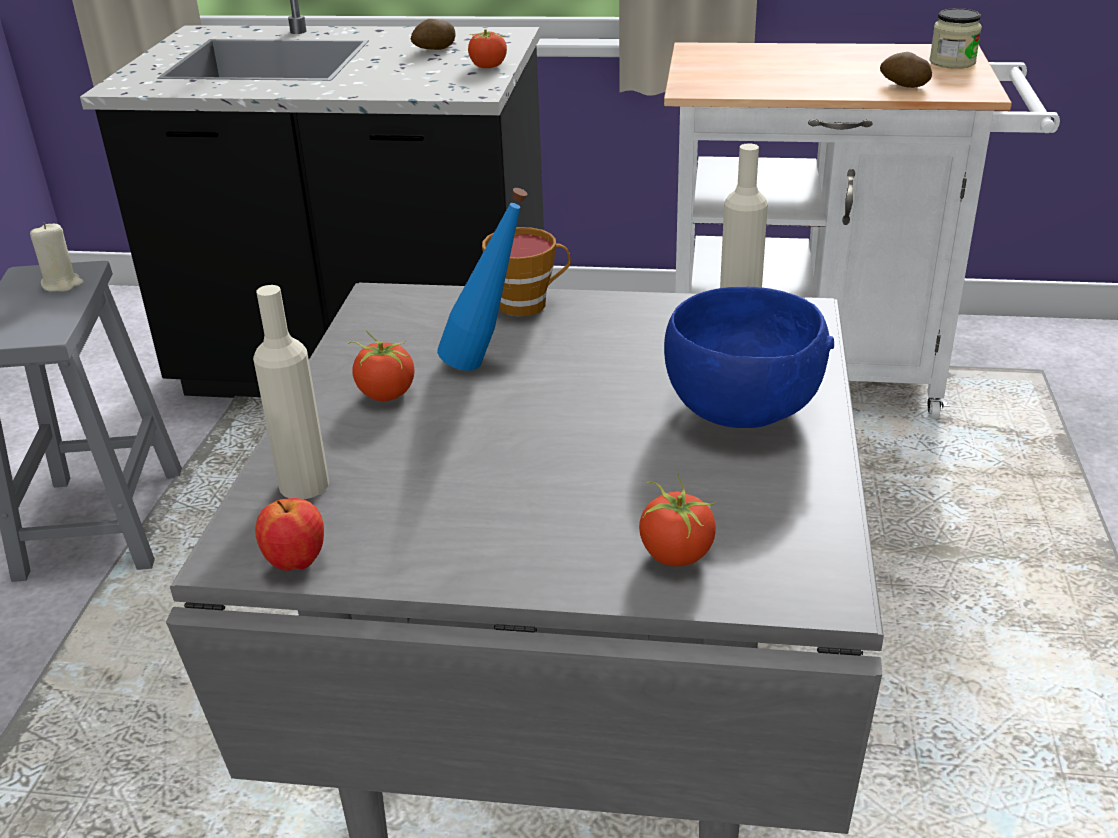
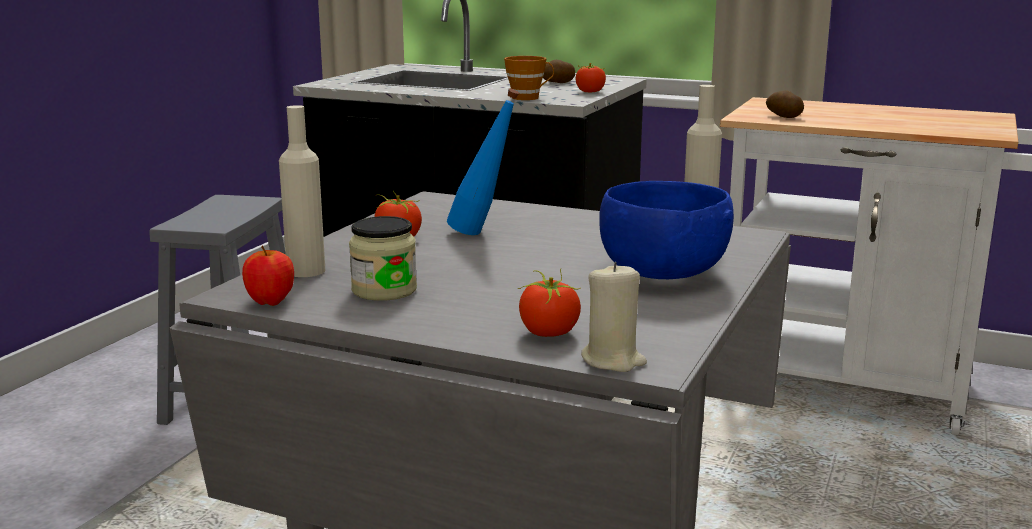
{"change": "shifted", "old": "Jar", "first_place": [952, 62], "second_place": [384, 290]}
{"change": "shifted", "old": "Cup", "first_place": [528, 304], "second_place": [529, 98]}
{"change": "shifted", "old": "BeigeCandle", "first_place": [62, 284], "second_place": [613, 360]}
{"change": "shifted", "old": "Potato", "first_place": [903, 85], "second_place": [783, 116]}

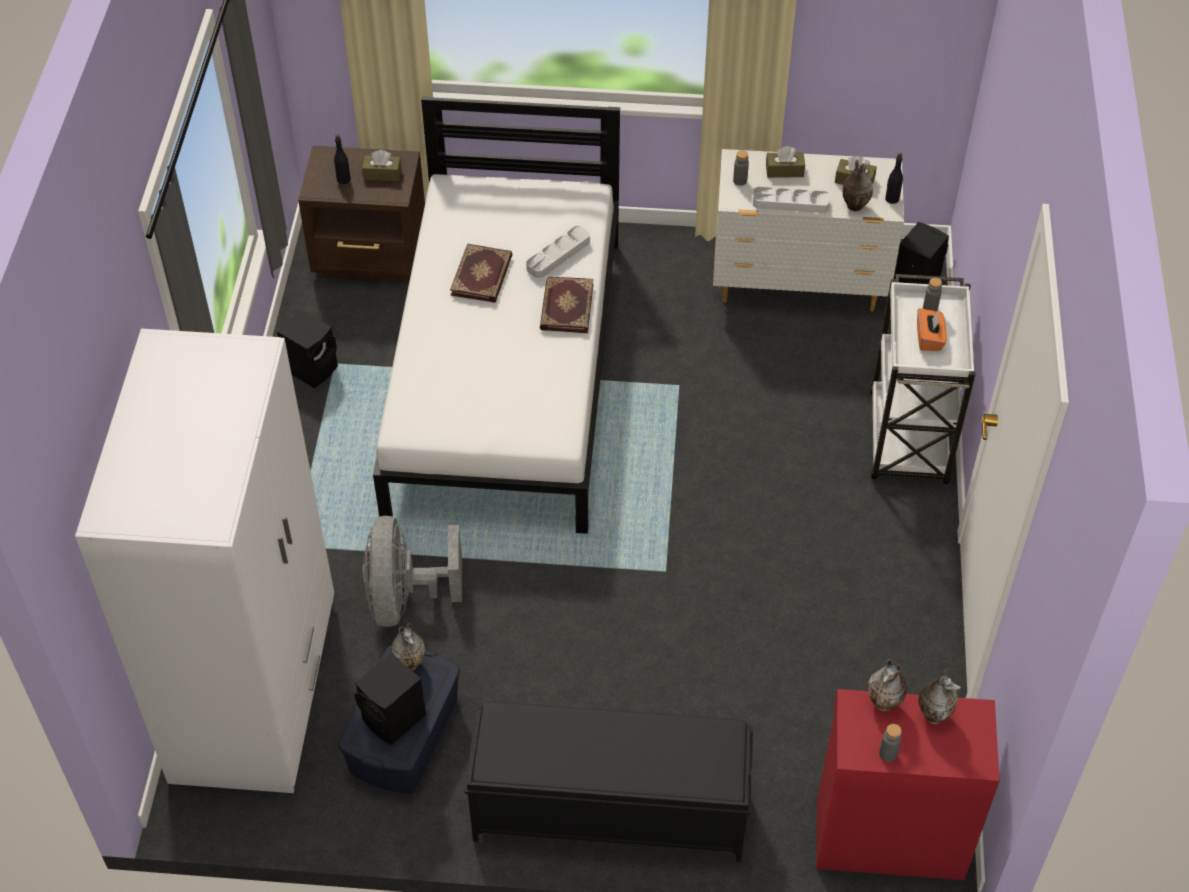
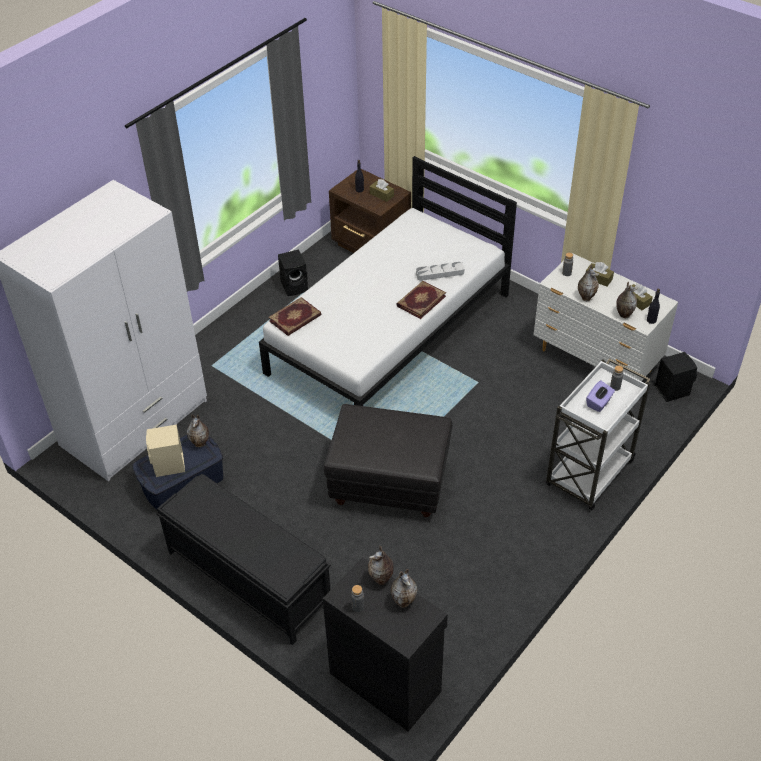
{"change": "repainted", "old": "BlackSpeaker", "new": "BeigeSpeaker", "first_place": [395, 719], "second_place": [169, 466]}
{"change": "shifted", "old": "Book", "first_place": [482, 276], "second_place": [295, 318]}
{"change": "repainted", "old": "RedCabinet", "new": "BlackCabinet", "first_place": [888, 835], "second_place": [385, 680]}
{"change": "new", "new": "BlackOttoman", "second_place": [389, 485]}
{"change": "swapped", "old": "GreyTray", "new": "Vase", "first_place": [790, 203], "second_place": [586, 297]}
{"change": "repainted", "old": "OrangeTissueBox", "new": "PurpleTissueBox", "first_place": [929, 338], "second_place": [599, 403]}
{"change": "gone", "old": "GreyFan", "first_place": [406, 598]}

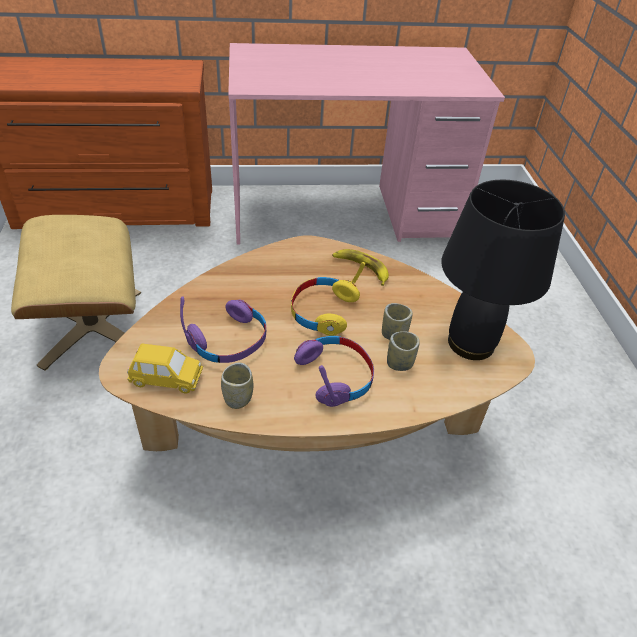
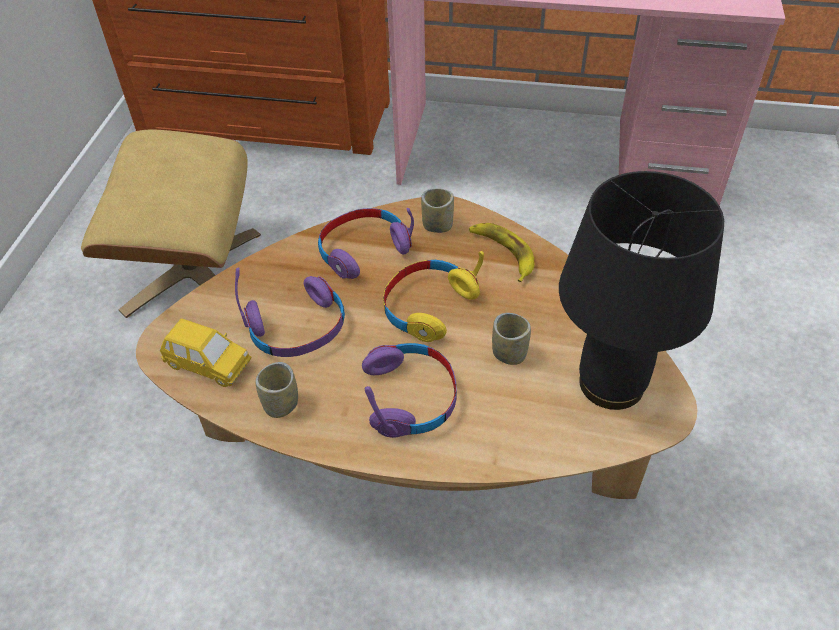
{"change": "new", "new": "PurpleHeadphones", "second_place": [363, 250]}
{"change": "shifted", "old": "Cup", "first_place": [399, 363], "second_place": [437, 225]}

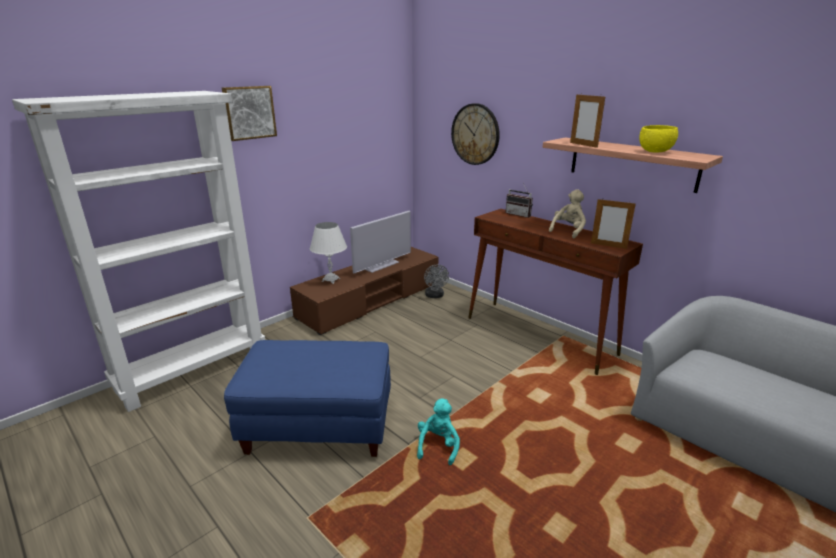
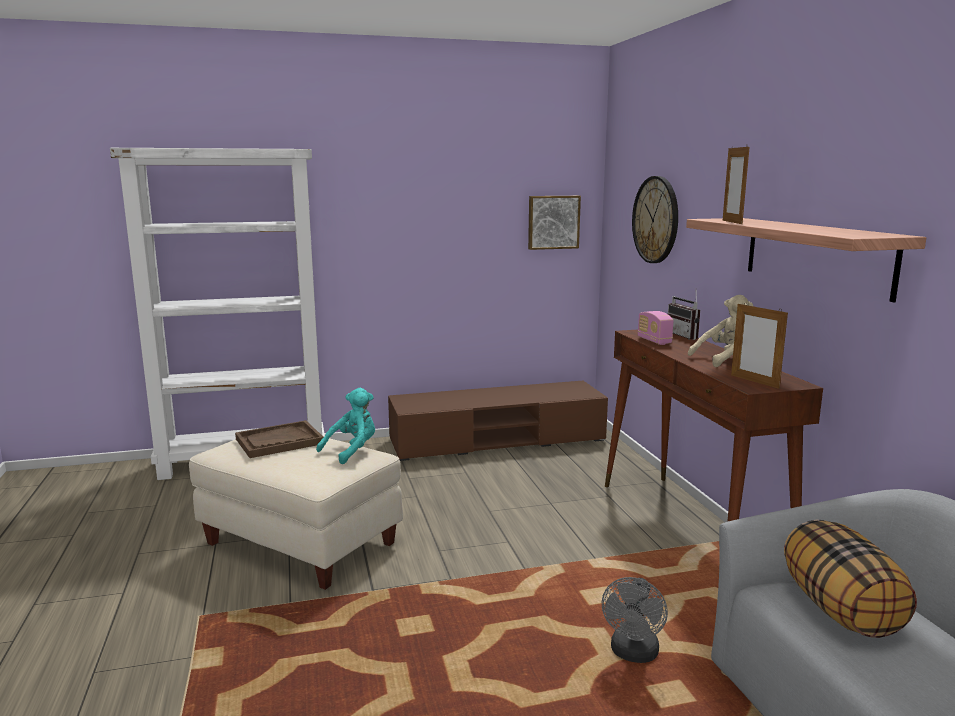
{"change": "repainted", "old": "BlueOttoman", "new": "BeigeOttoman", "first_place": [319, 425], "second_place": [301, 542]}
{"change": "new", "new": "BrownTray", "second_place": [279, 441]}
{"change": "shifted", "old": "TurquoisePlushToy", "first_place": [438, 446], "second_place": [352, 451]}
{"change": "shifted", "old": "Picture", "first_place": [249, 112], "second_place": [553, 222]}
{"change": "shifted", "old": "GreyFan", "first_place": [435, 296], "second_place": [633, 654]}
{"change": "new", "new": "Radio", "second_place": [654, 341]}
{"change": "new", "new": "Pillow", "second_place": [841, 610]}
{"change": "gone", "old": "WhiteTableLamp", "first_place": [331, 280]}
{"change": "gone", "old": "Television", "first_place": [381, 265]}
{"change": "gone", "old": "YellowBowl", "first_place": [654, 151]}

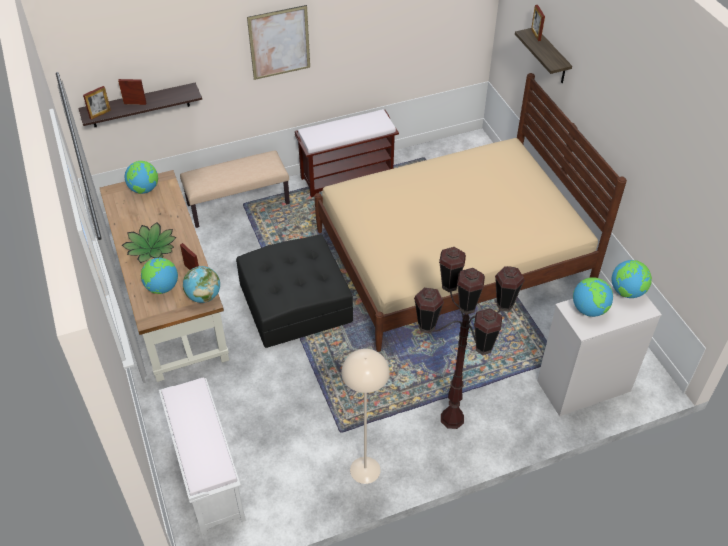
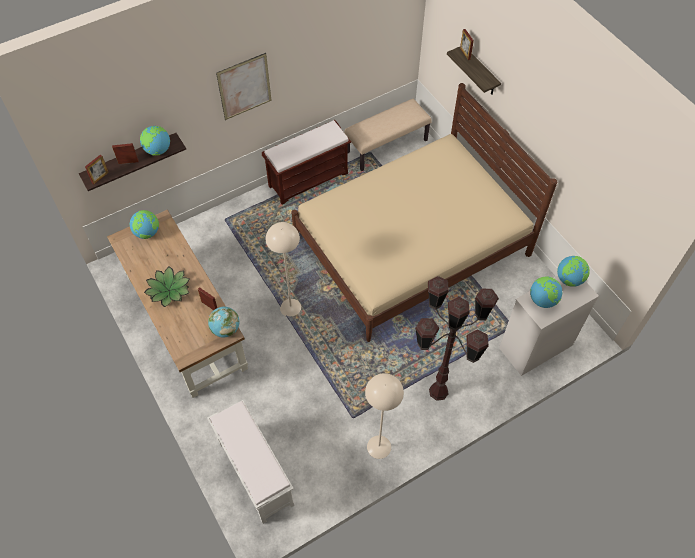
{"change": "shifted", "old": "Globe", "first_place": [162, 287], "second_place": [157, 150]}
{"change": "swapped", "old": "BlackOttoman", "new": "BeigeFloorLamp", "first_place": [295, 303], "second_place": [291, 307]}
{"change": "shifted", "old": "BeigeBench", "first_place": [238, 203], "second_place": [386, 146]}

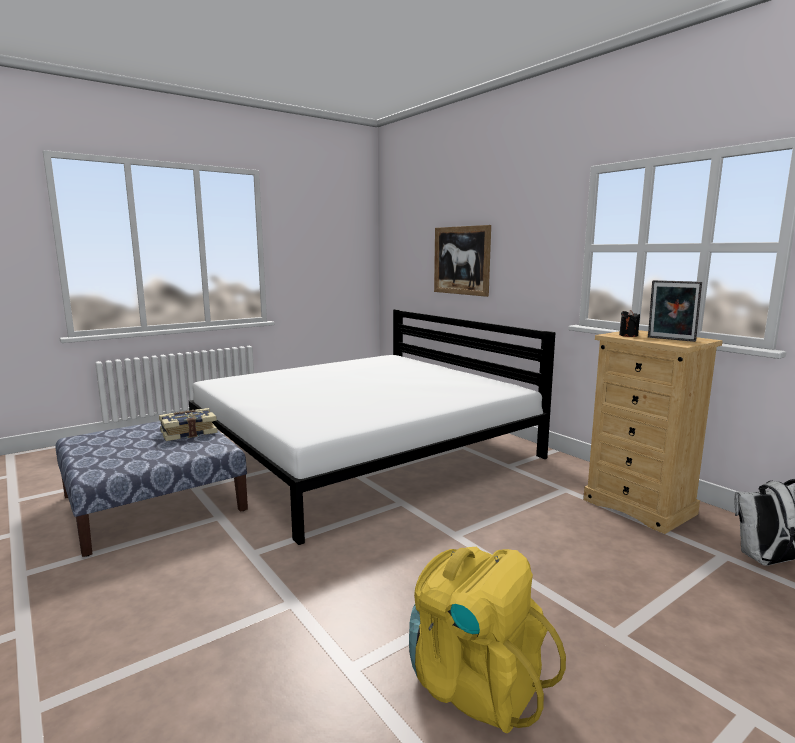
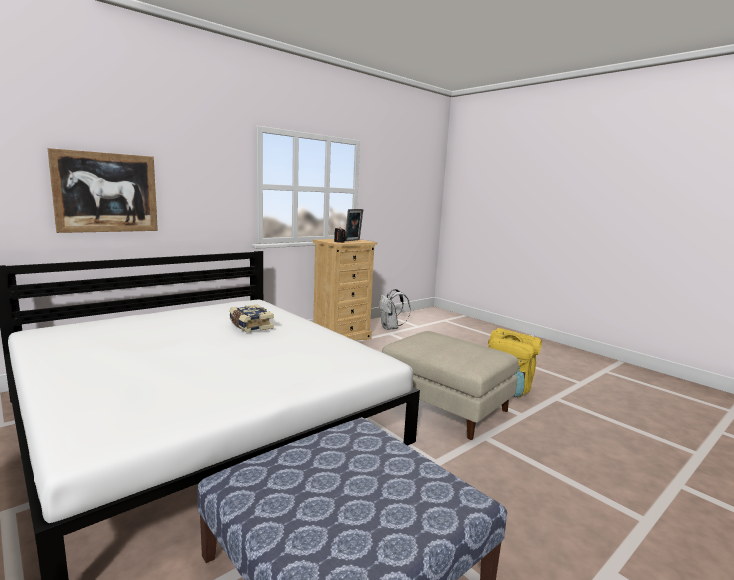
{"change": "shifted", "old": "Book", "first_place": [188, 432], "second_place": [250, 326]}
{"change": "new", "new": "BeigeOttoman", "second_place": [443, 406]}

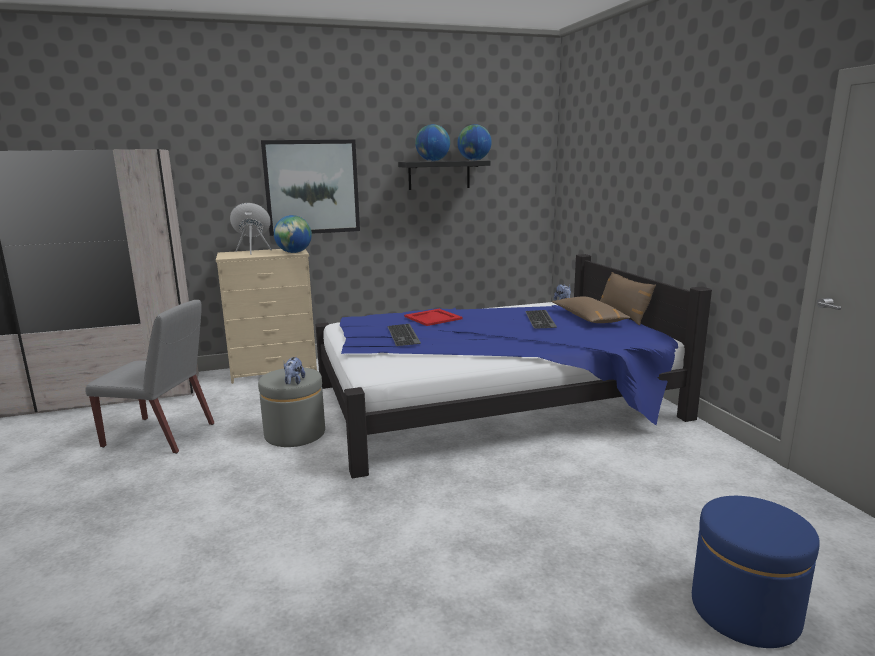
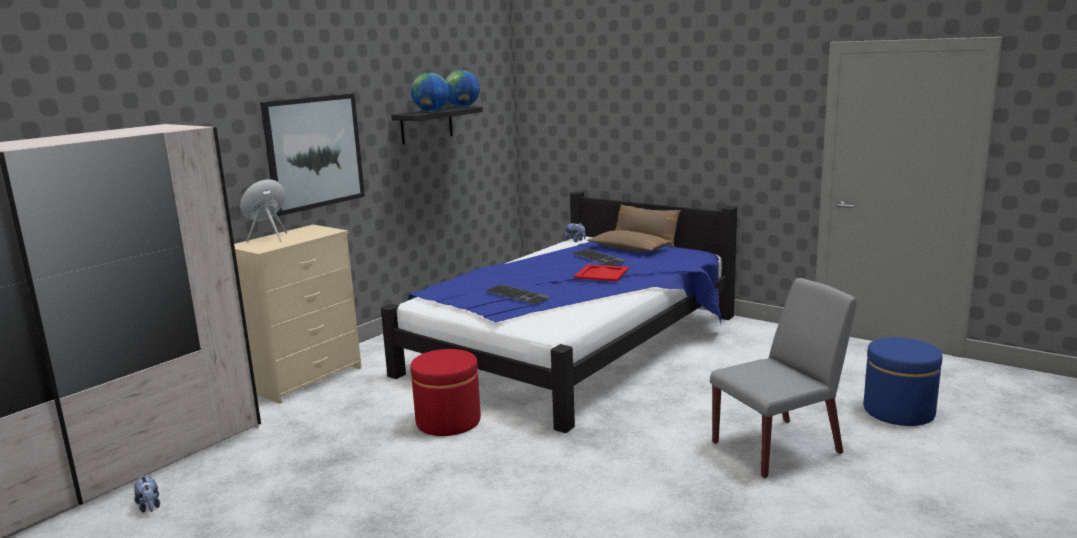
{"change": "shifted", "old": "PlushToy", "first_place": [294, 382], "second_place": [149, 507]}
{"change": "repainted", "old": "GreyOttoman", "new": "RedOttoman", "first_place": [295, 434], "second_place": [448, 421]}
{"change": "shifted", "old": "RedTray", "first_place": [433, 317], "second_place": [601, 273]}
{"change": "shifted", "old": "GreyChair", "first_place": [161, 435], "second_place": [777, 447]}
{"change": "gone", "old": "Globe", "first_place": [294, 252]}

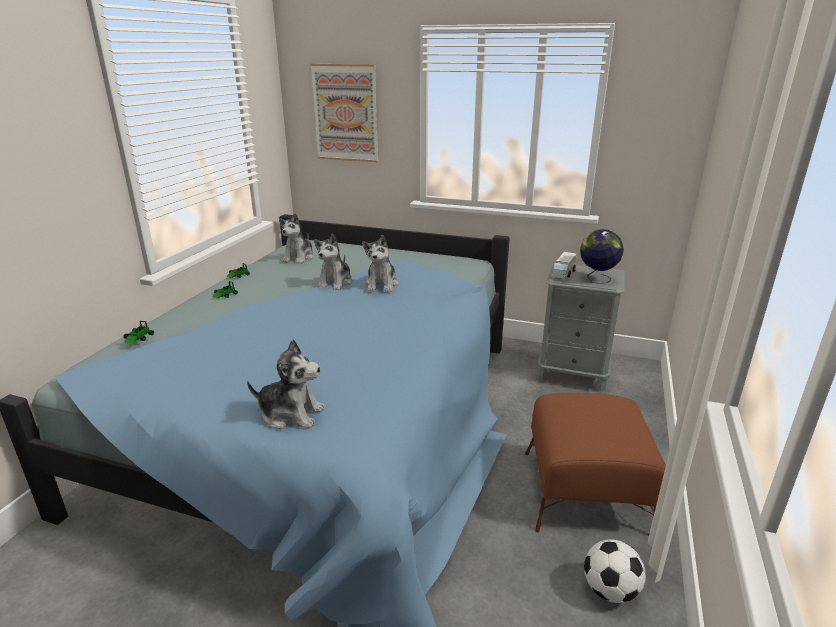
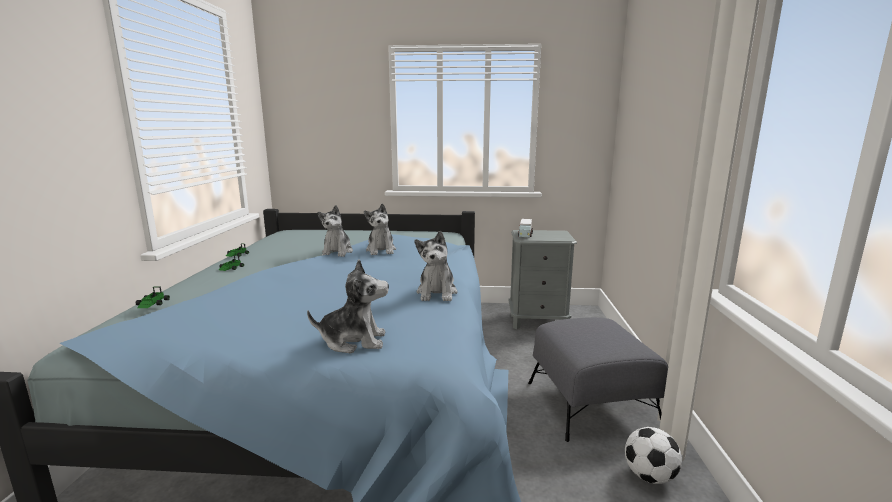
{"change": "shifted", "old": "PlushToy", "first_place": [299, 257], "second_place": [437, 293]}
{"change": "repainted", "old": "BrownOttoman", "new": "GreyOttoman", "first_place": [585, 492], "second_place": [591, 404]}
{"change": "gone", "old": "Picture", "first_place": [346, 113]}
{"change": "gone", "old": "Globe", "first_place": [597, 280]}

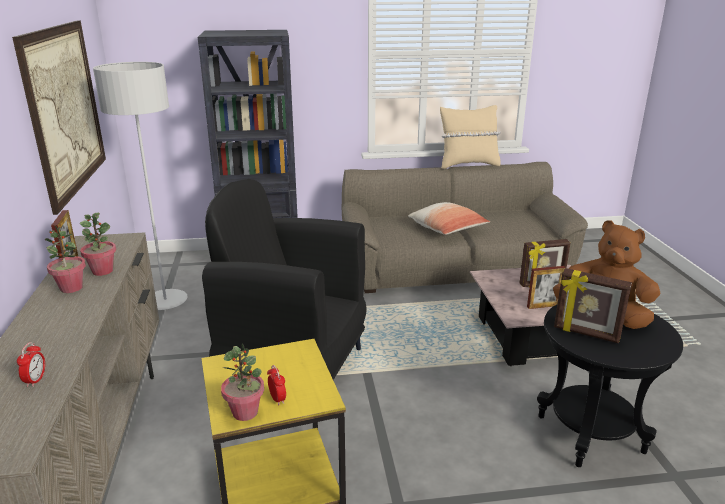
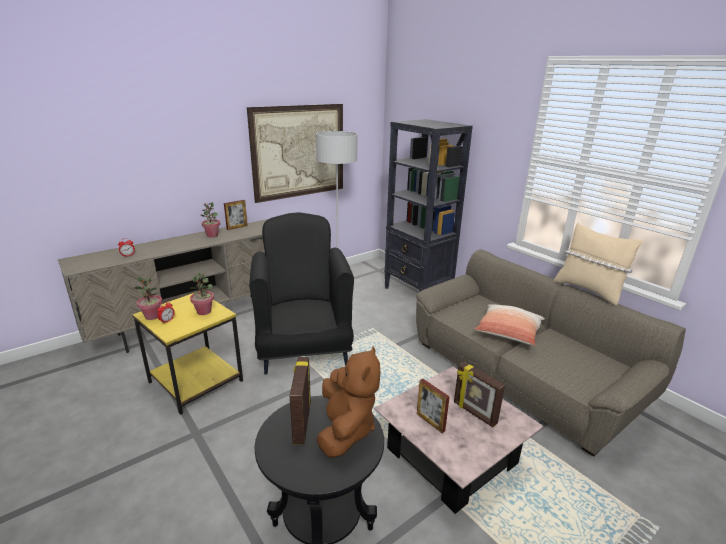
{"change": "shifted", "old": "PottedPlant", "first_place": [102, 271], "second_place": [204, 311]}

